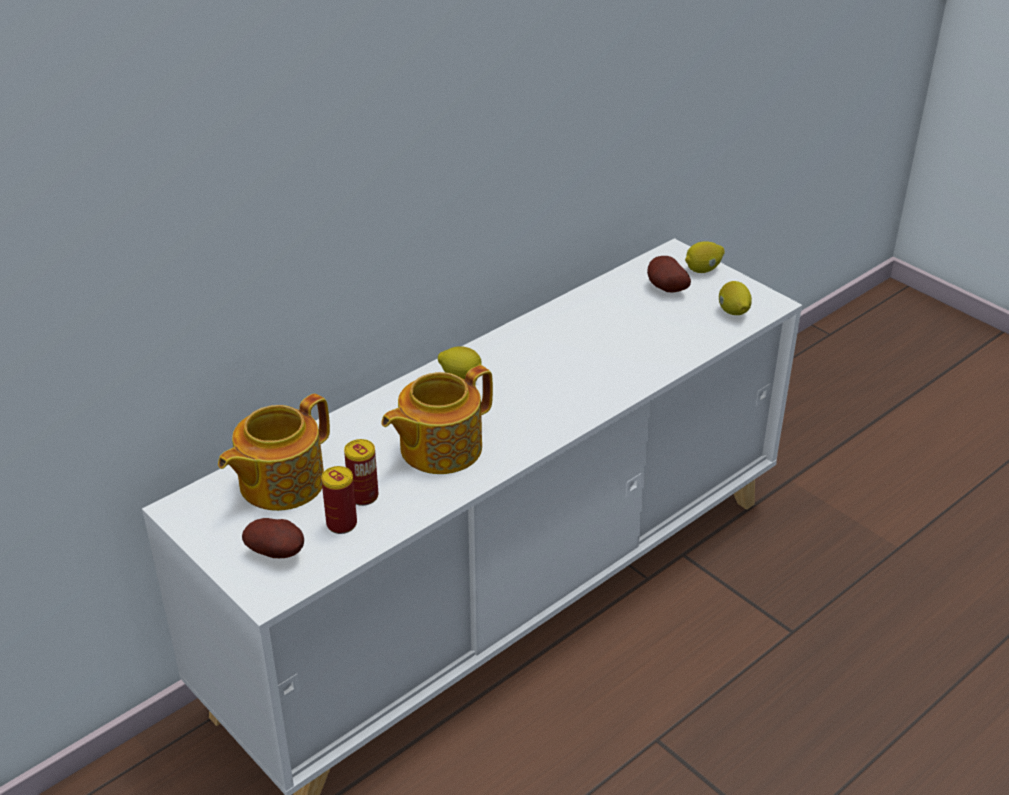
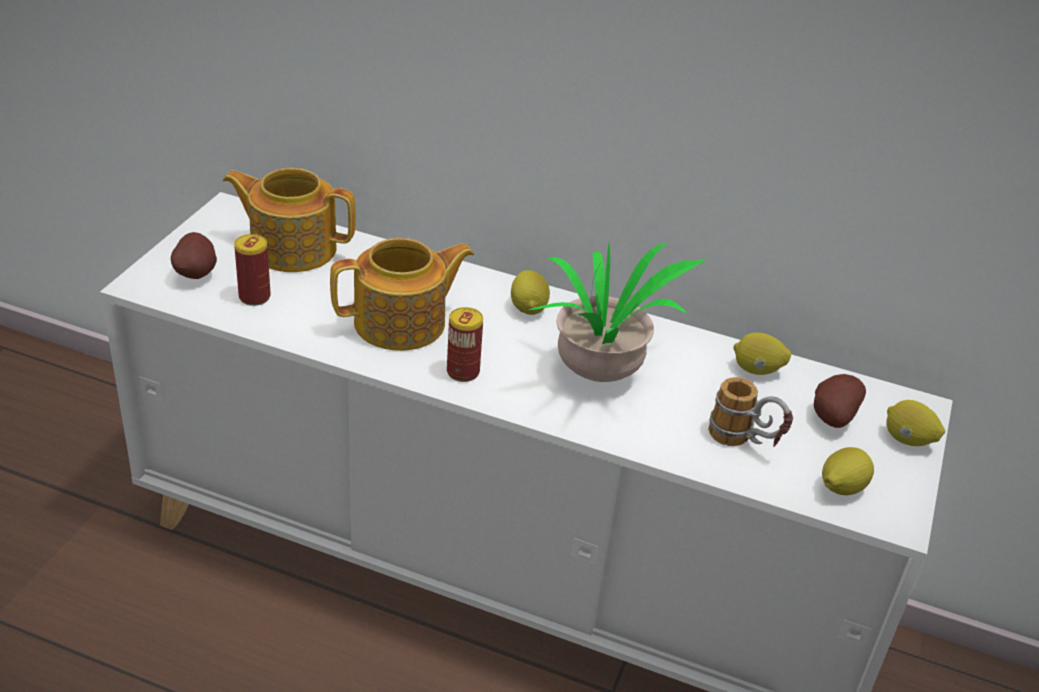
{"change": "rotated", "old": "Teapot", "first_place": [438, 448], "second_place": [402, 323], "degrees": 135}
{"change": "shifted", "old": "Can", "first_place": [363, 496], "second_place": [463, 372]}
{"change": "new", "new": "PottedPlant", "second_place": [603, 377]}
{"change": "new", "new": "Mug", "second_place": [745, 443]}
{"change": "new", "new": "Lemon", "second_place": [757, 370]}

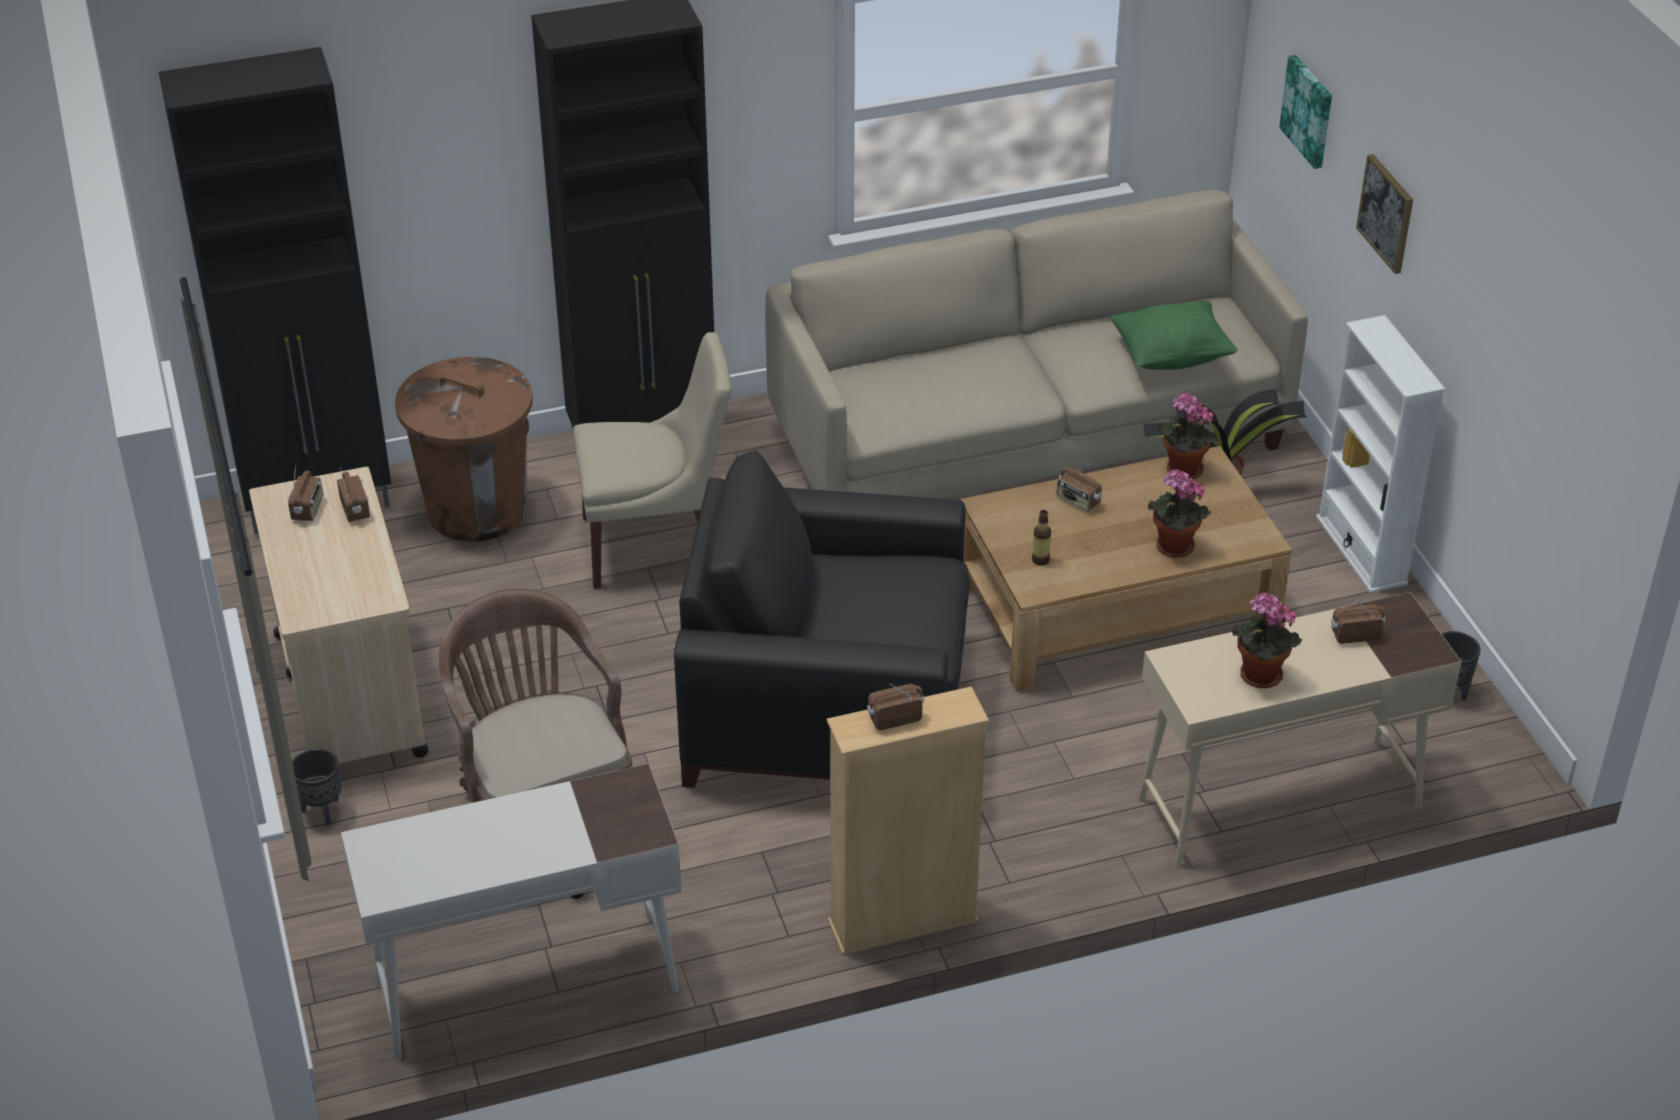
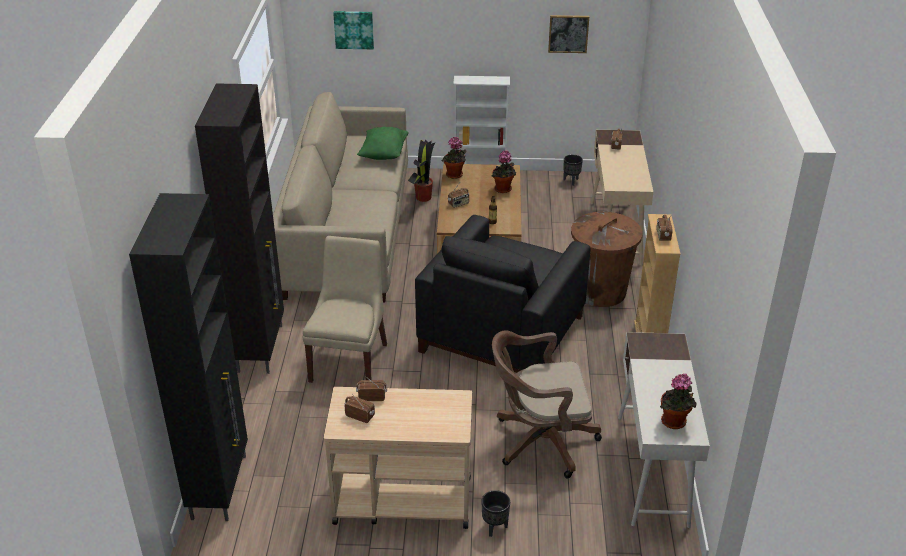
{"change": "shifted", "old": "Picture", "first_place": [1386, 213], "second_place": [568, 33]}
{"change": "shifted", "old": "BrownTrashCan", "first_place": [477, 510], "second_place": [600, 291]}
{"change": "shifted", "old": "PottedPlant", "first_place": [1257, 677], "second_place": [674, 423]}

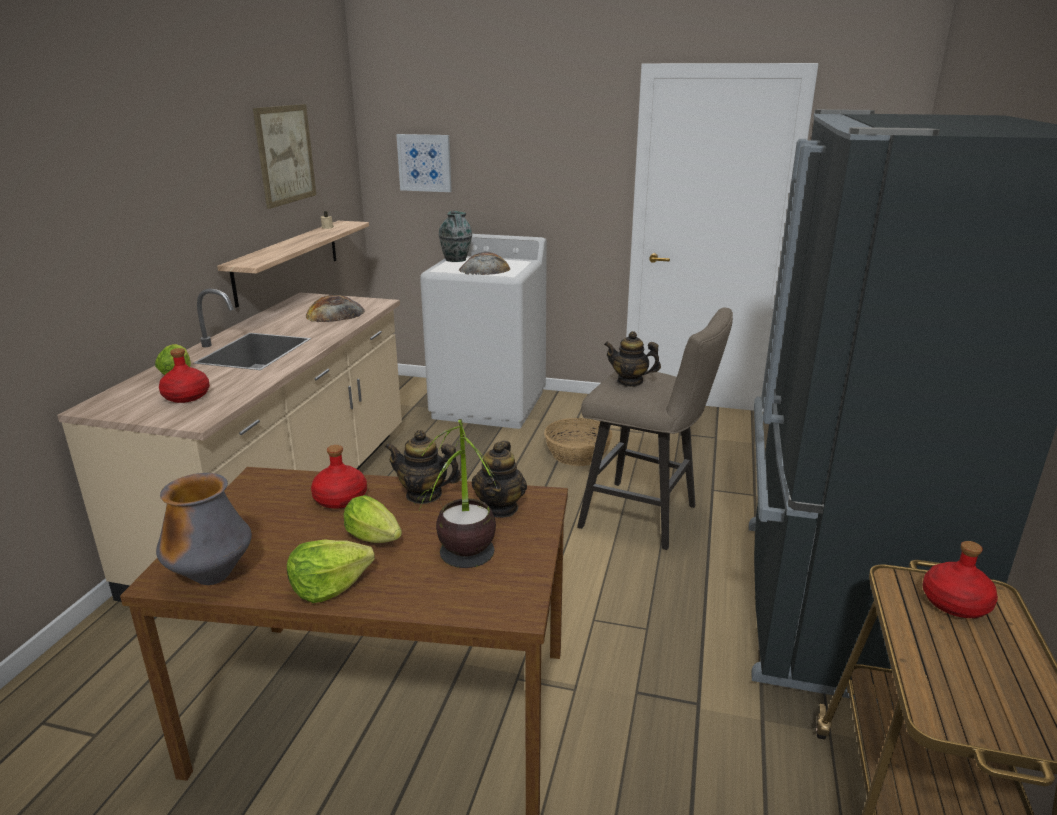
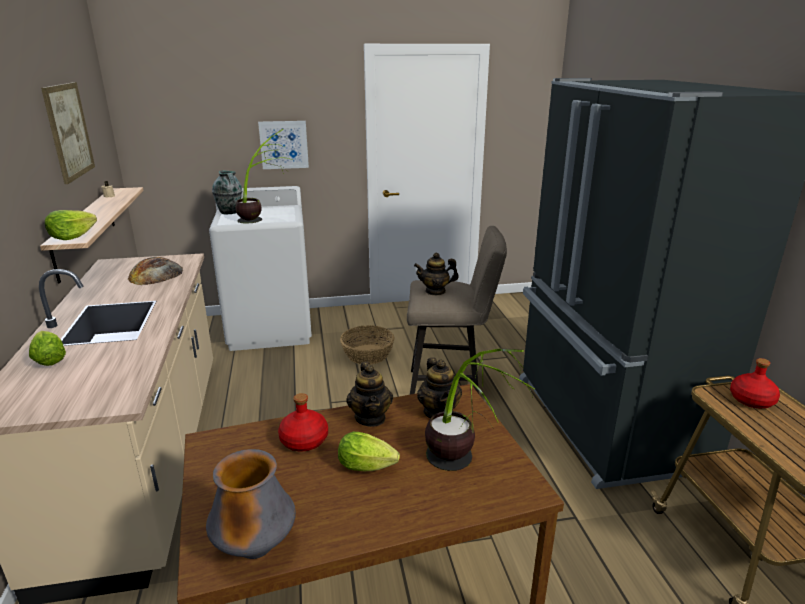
{"change": "shifted", "old": "Lettuce", "first_place": [329, 586], "second_place": [72, 236]}
{"change": "swapped", "old": "Bread", "new": "PottedPlant", "first_place": [485, 269], "second_place": [263, 217]}
{"change": "shifted", "old": "Picture", "first_place": [425, 163], "second_place": [284, 144]}
{"change": "rotated", "old": "Teapot", "first_place": [424, 495], "second_place": [370, 417], "degrees": -90}
{"change": "gone", "old": "RedBottle", "first_place": [187, 396]}

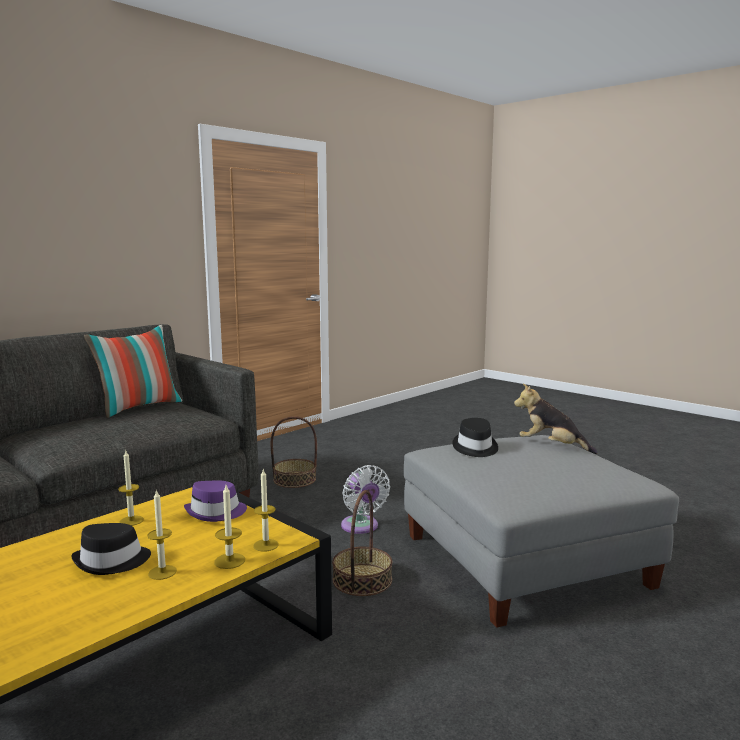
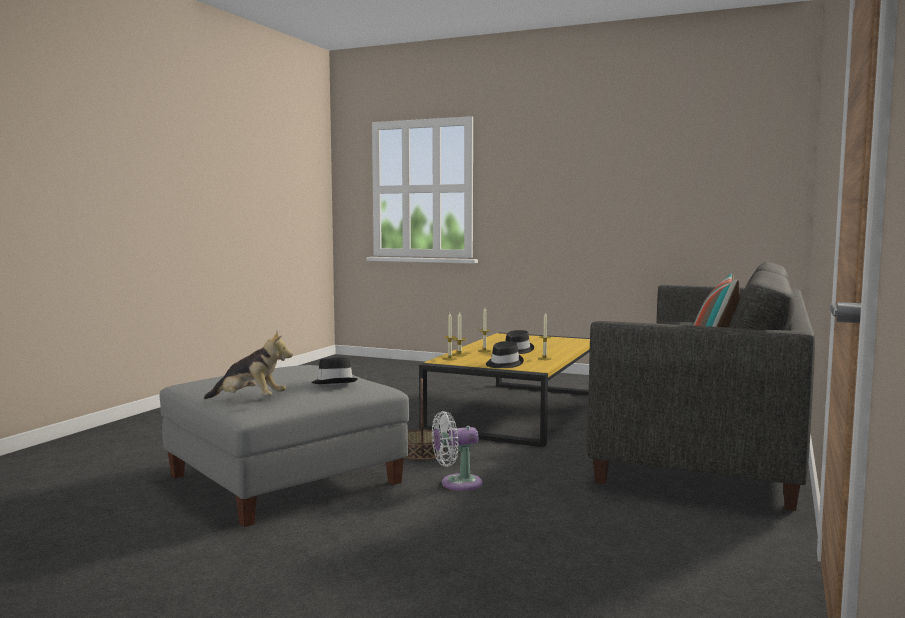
{"change": "rotated", "old": "WhiteFan", "first_place": [361, 527], "second_place": [457, 483], "degrees": -60}
{"change": "repainted", "old": "PurpleHat", "new": "BlackHat", "first_place": [216, 512], "second_place": [503, 364]}
{"change": "gone", "old": "Basket", "first_place": [294, 480]}

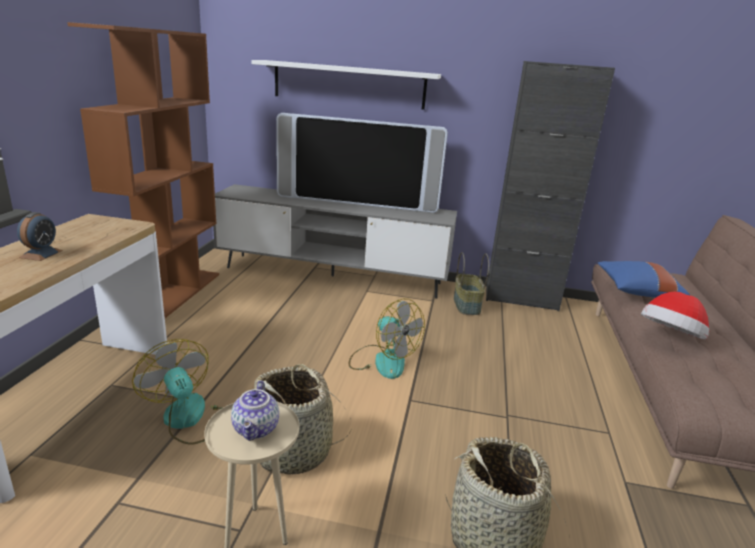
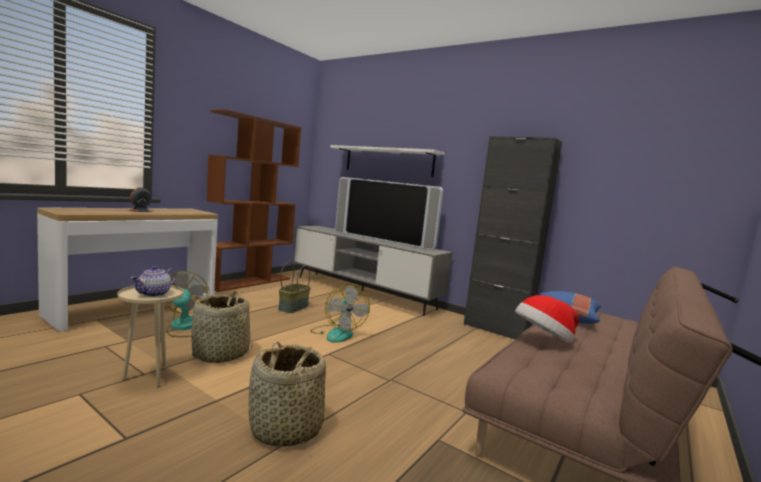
{"change": "shifted", "old": "Basket", "first_place": [466, 305], "second_place": [293, 307]}

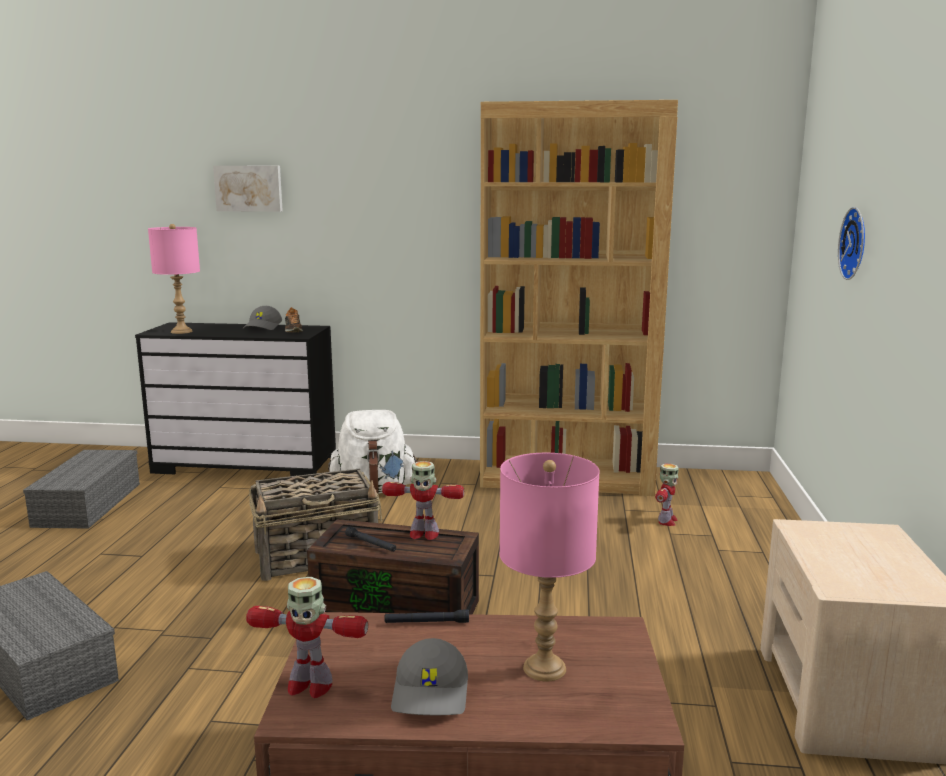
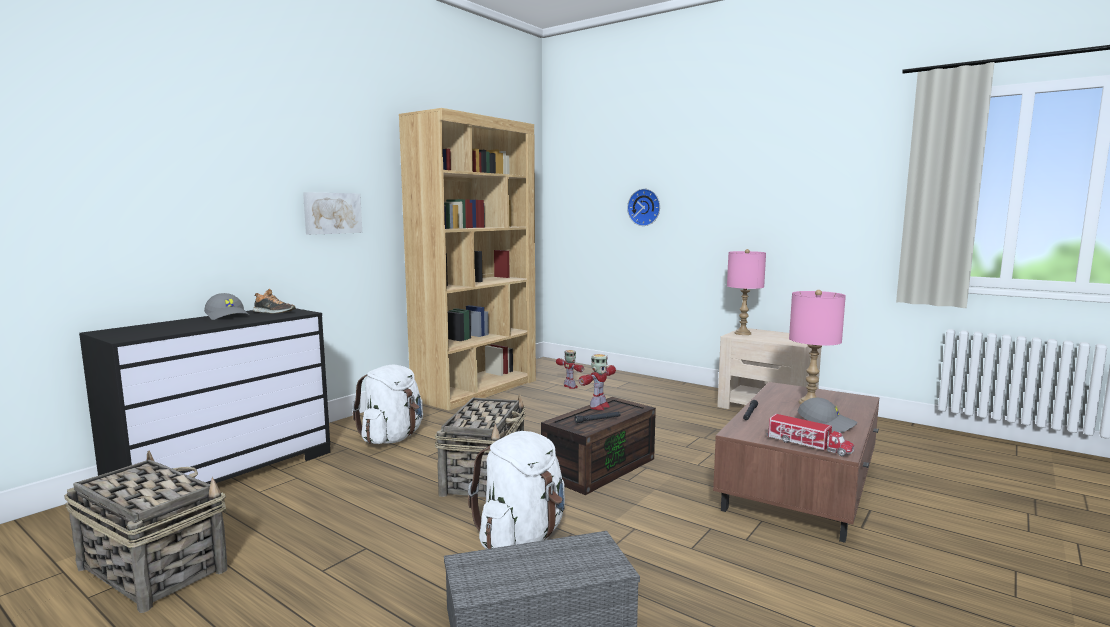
{"change": "swapped", "old": "GreyStorageBox", "new": "Basket", "first_place": [87, 503], "second_place": [152, 568]}
{"change": "shifted", "old": "Picture", "first_place": [249, 188], "second_place": [332, 213]}
{"change": "new", "new": "WhiteBackpack", "second_place": [522, 538]}
{"change": "shifted", "old": "PinkTableLamp", "first_place": [182, 331], "second_place": [742, 333]}
{"change": "swapped", "old": "ToyRobot", "new": "ToyTruck", "first_place": [308, 685], "second_place": [808, 445]}

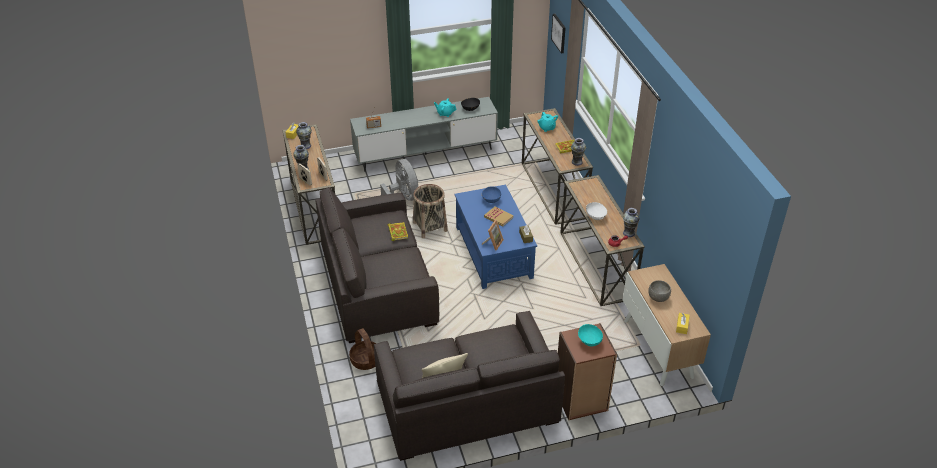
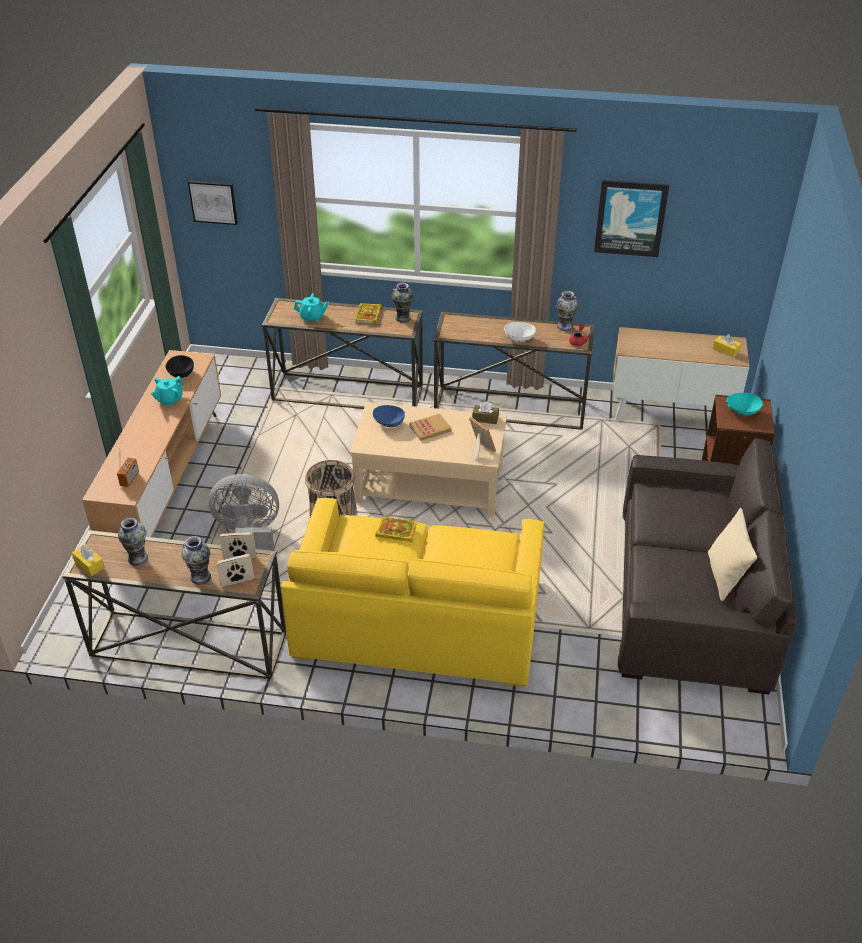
{"change": "repainted", "old": "GreyTvStand", "new": "BrownTvStand", "first_place": [425, 154], "second_place": [167, 480]}
{"change": "repainted", "old": "GreySofa", "new": "YellowSofa", "first_place": [377, 284], "second_place": [418, 618]}
{"change": "repainted", "old": "BlueCoffeeTable", "new": "BeigeCoffeeTable", "first_place": [493, 252], "second_place": [429, 483]}
{"change": "new", "new": "Picture", "second_place": [630, 218]}
{"change": "gone", "old": "Basket", "first_place": [365, 360]}
{"change": "gone", "old": "GreyBowl", "first_place": [658, 298]}

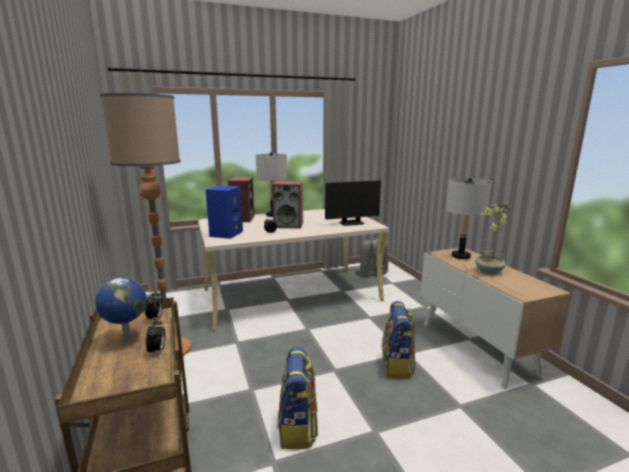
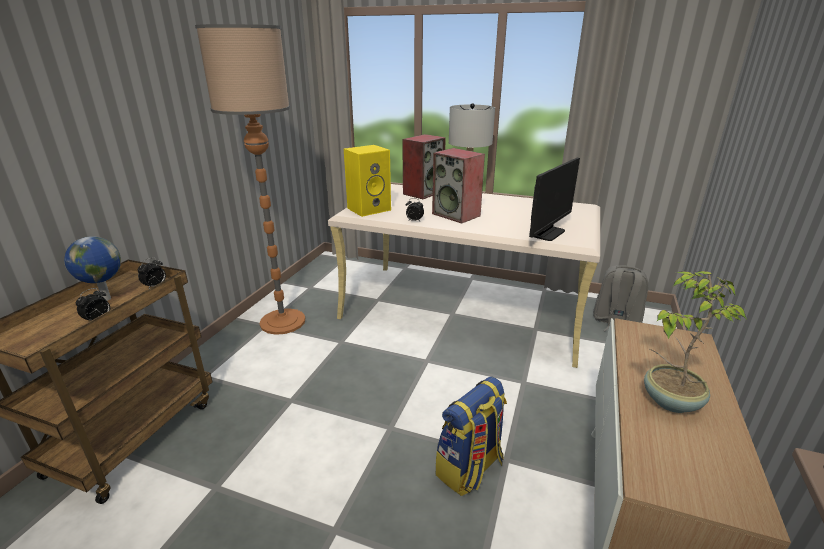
{"change": "repainted", "old": "BlueSpeaker", "new": "YellowSpeaker", "first_place": [226, 233], "second_place": [369, 209]}
{"change": "rotated", "old": "Monitor", "first_place": [351, 223], "second_place": [547, 233], "degrees": -75}
{"change": "gone", "old": "Backpack", "first_place": [298, 428]}
{"change": "gone", "old": "GreyTableLamp", "first_place": [460, 256]}

